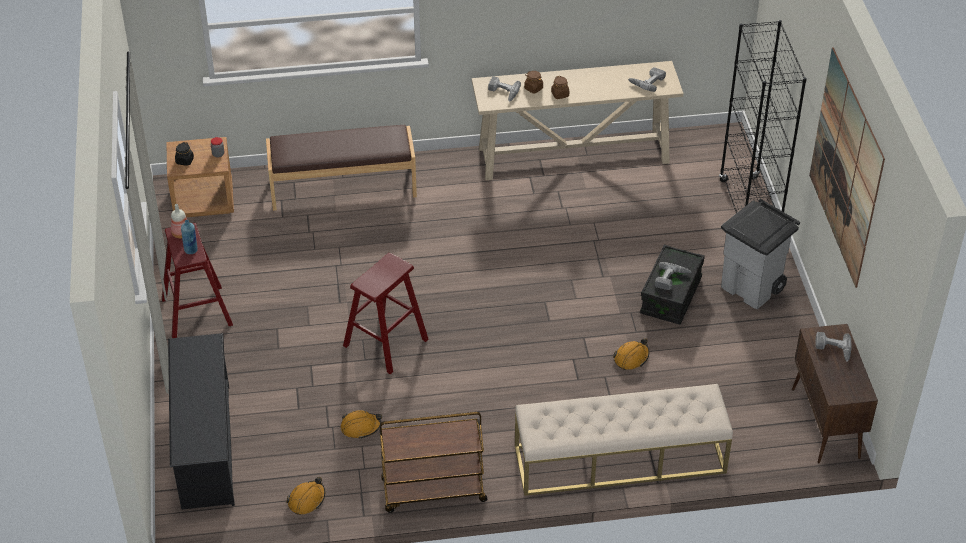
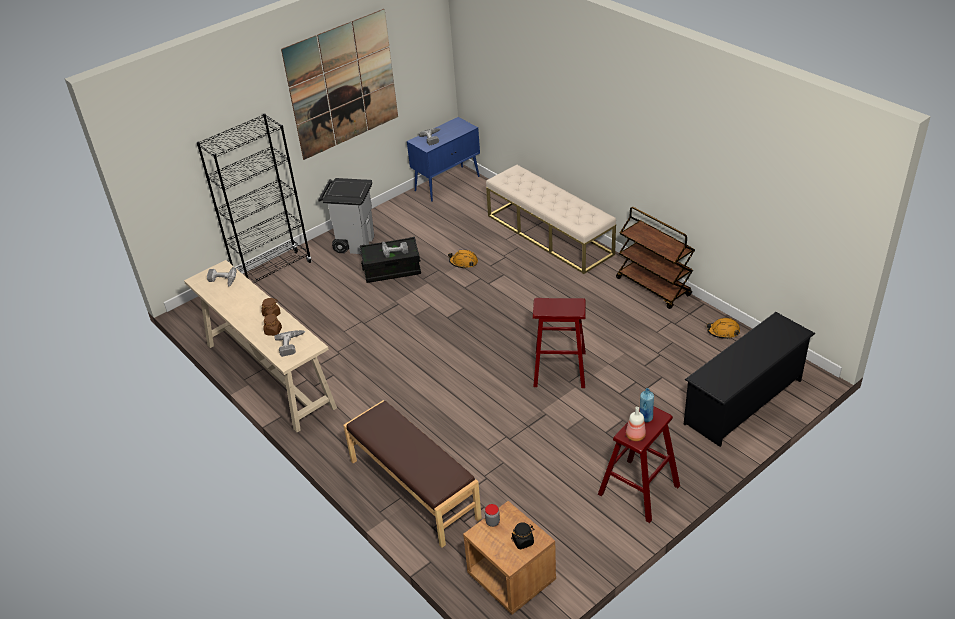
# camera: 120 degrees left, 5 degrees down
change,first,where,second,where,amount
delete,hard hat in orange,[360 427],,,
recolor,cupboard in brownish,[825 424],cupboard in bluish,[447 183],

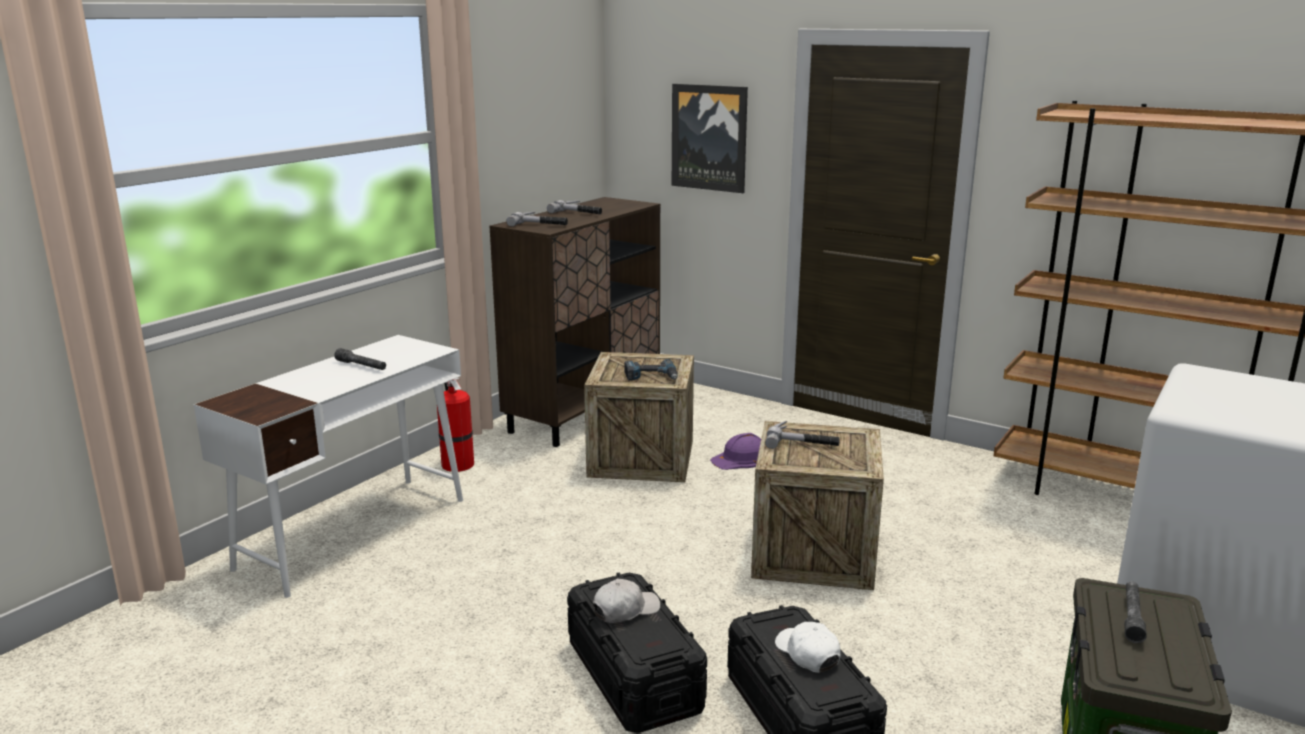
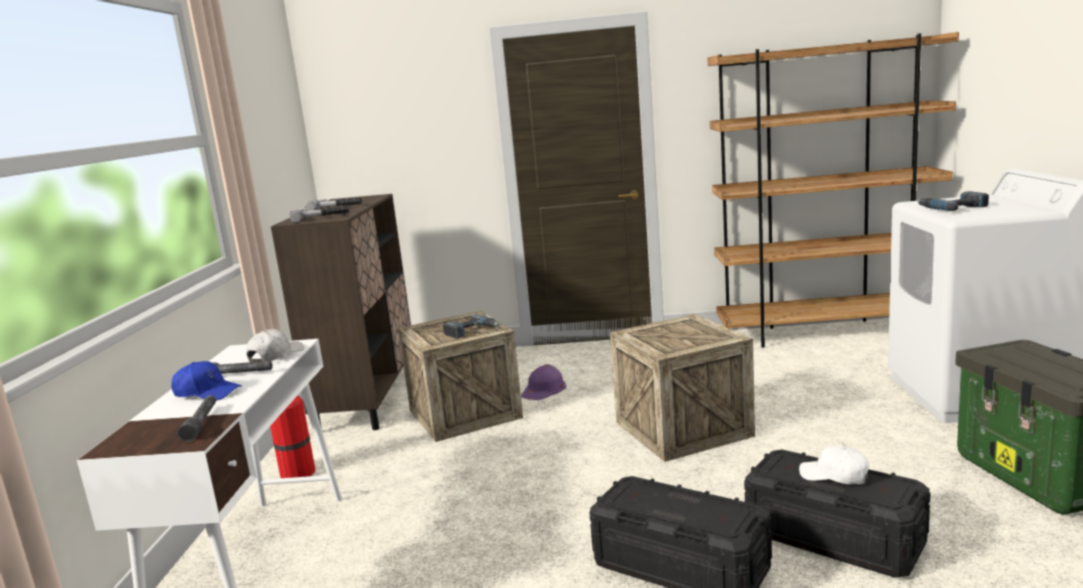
# camera: 30 degrees left, 5 degrees down
change,first,where,second,where,amount
move,peaked cap in white-coloured,[625 610],,[275 355],
delete,wall picture,[709 137],,,
delete,hand hammer,[803 441],,,
move,flashlight in greyish,[1132 617],,[201 423],
insert,,,peaked cap in bluish,[207 393],
insert,,,electric drill,[952 208],

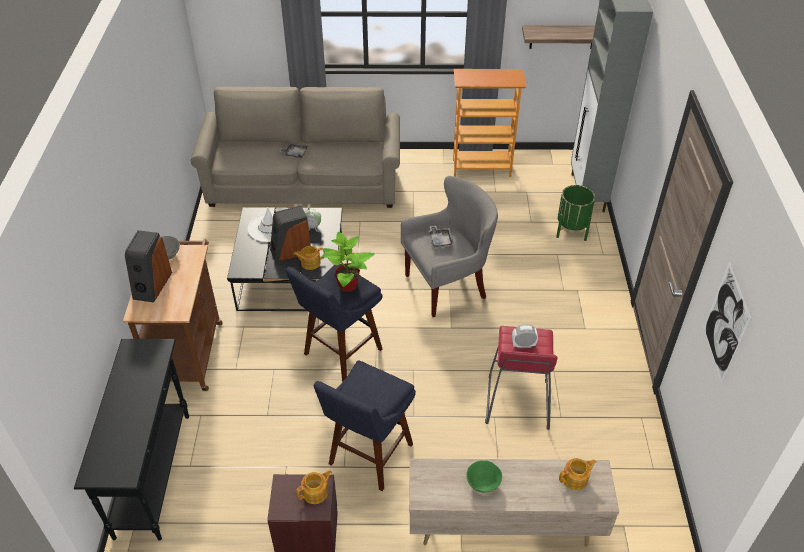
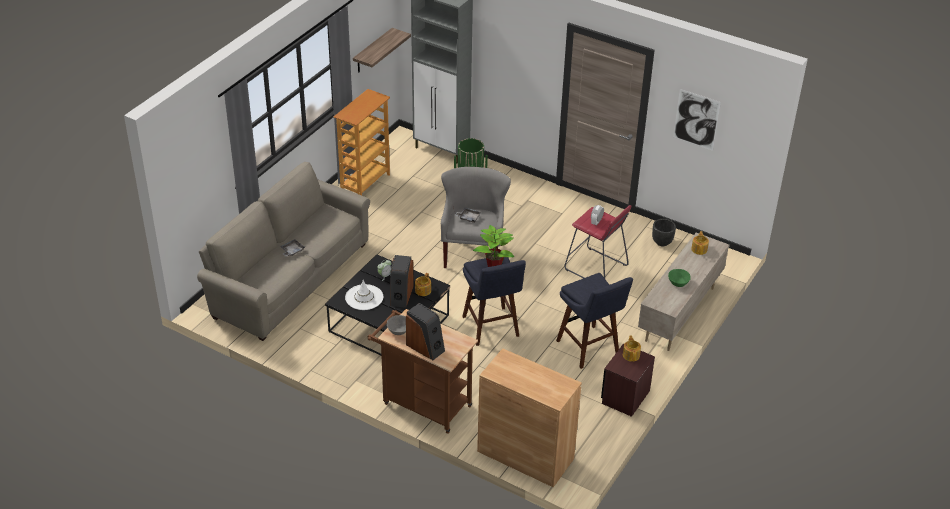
# camera: 60 degrees left, 5 degrees down
change,first,where,second,where,amount
replace,narrow table in black,[153 473],cupboard in brownish,[525 455],
insert,,,flower pot in black,[662 242],

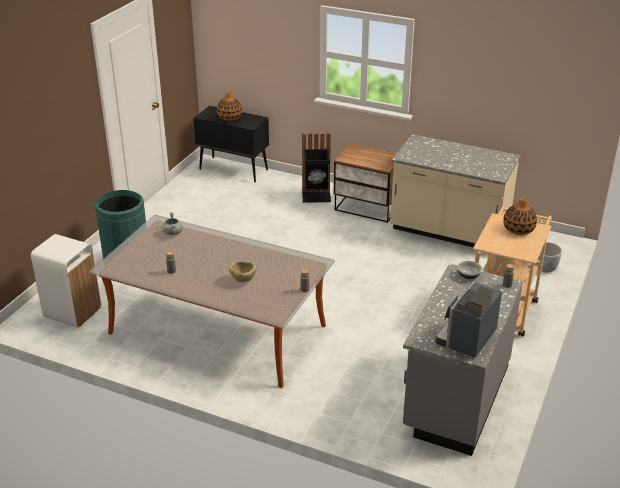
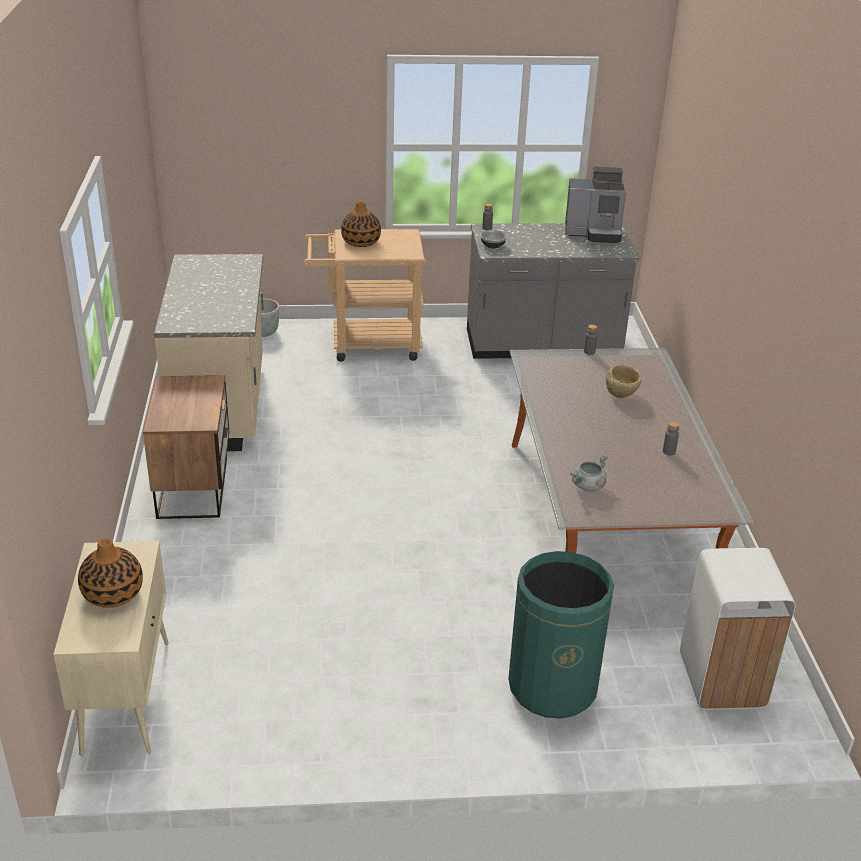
# camera: 120 degrees left, 0 degrees up
change,first,where,second,where,amount
recolor,cupboard in black,[234 170],cupboard in beige,[126 695],
delete,waste bin in black,[316 197],,,

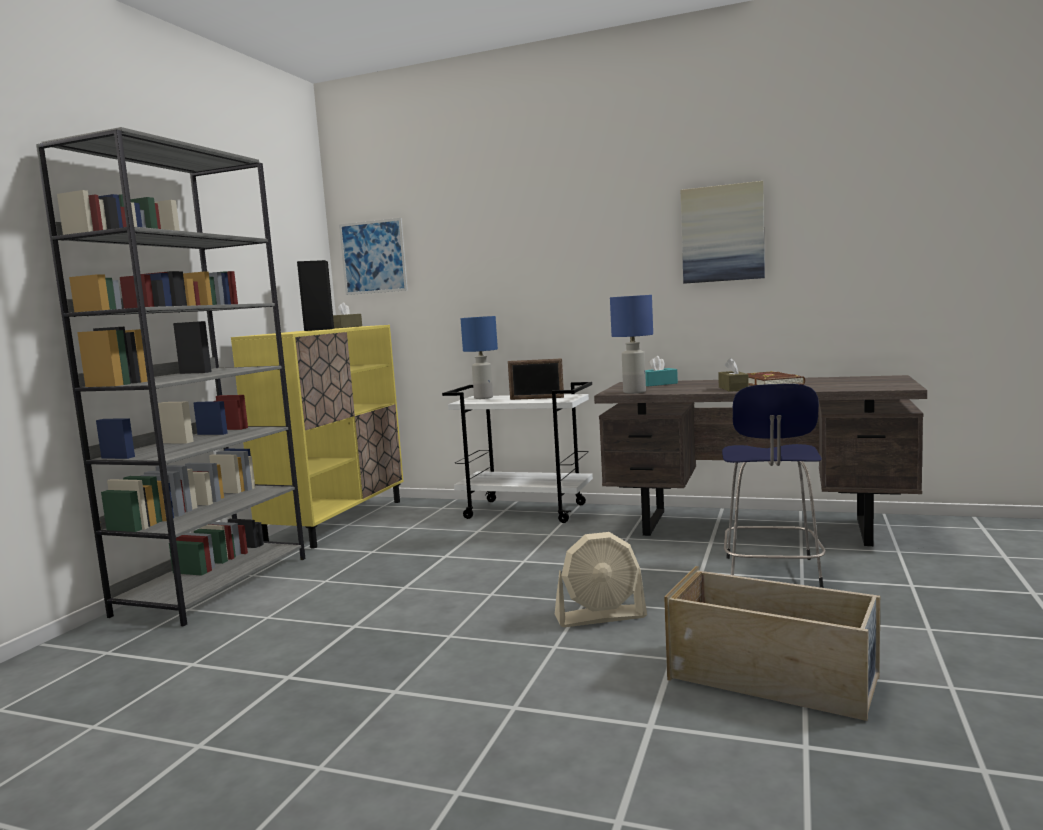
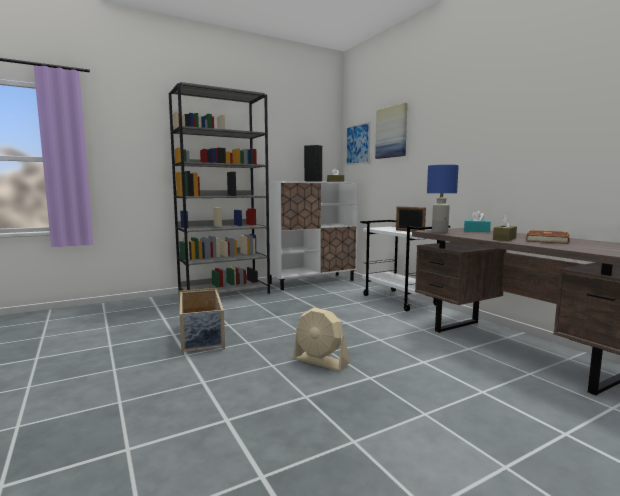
# camera: 40 degrees right, 0 degrees up
change,first,where,second,where,amount
recolor,cupboard in yellow,[337 521],cupboard in white-coloured,[312 282],
delete,tabletop lamp in bluish,[483 398],,,
move,storage container in beige,[774 678],,[202 336],
move,wall picture,[722 233],,[391 132],
delete,stool seat in bluish,[772 574],,,

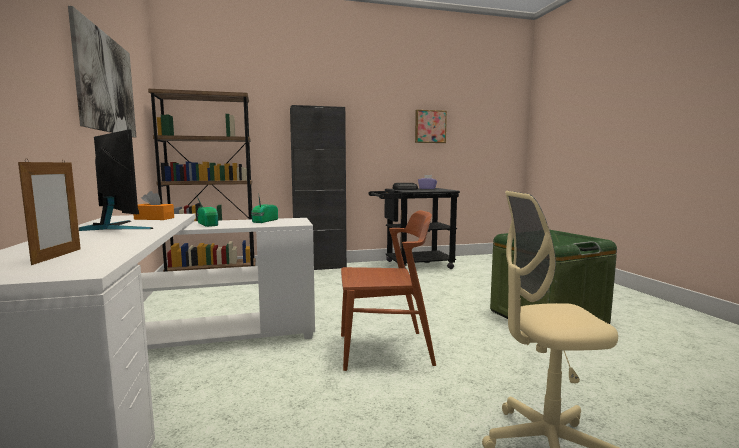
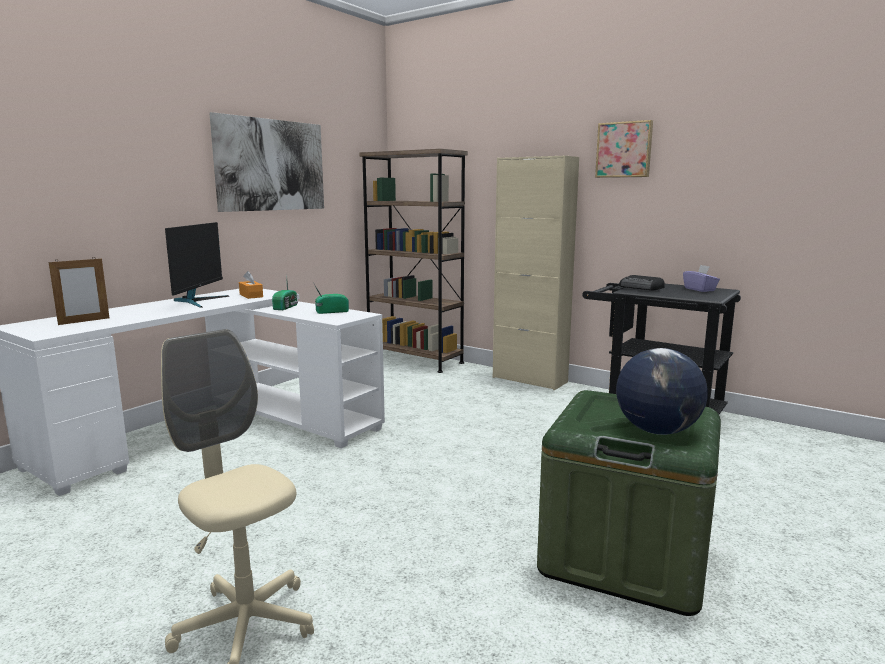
# camera: 50 degrees right, 5 degrees up
change,first,where,second,where,amount
recolor,cupboard in black,[320 267],cupboard in beige,[529 379],
delete,plain chair in brownish,[385 349],,,
move,wall picture,[430 126],,[624 150],
insert,,,world globe,[656 431],

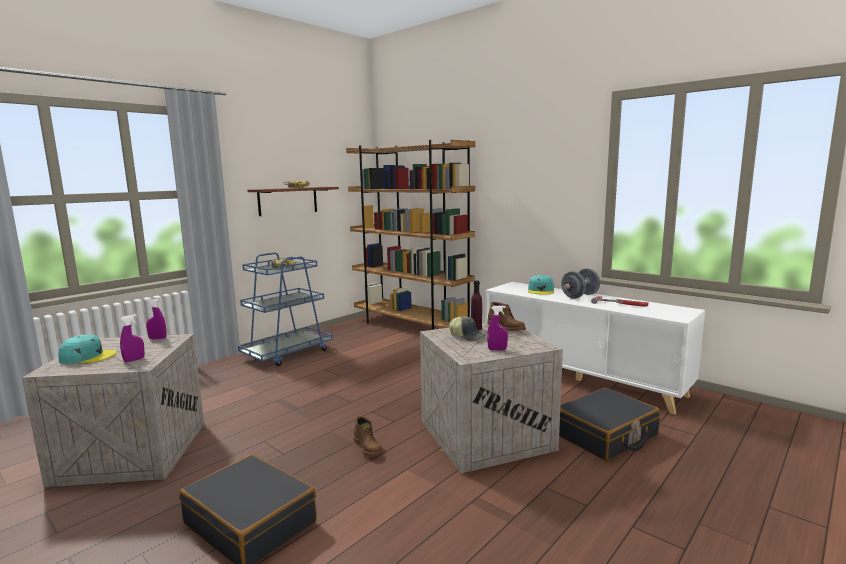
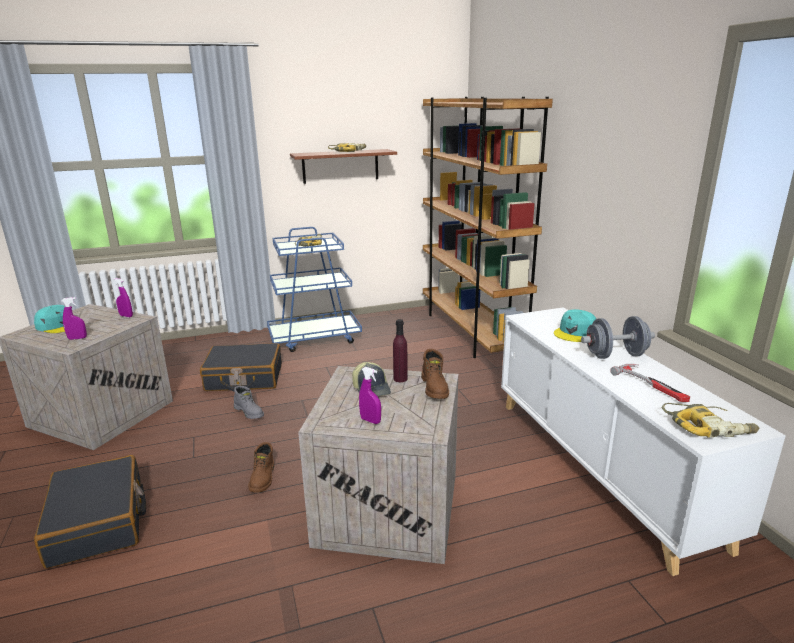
# camera: 30 degrees right, 10 degrees up
change,first,where,second,where,amount
move,suitcase in black,[605 435],,[244 378],
insert,,,tall boot in greyish,[249 412],
insert,,,electric drill,[708 426],

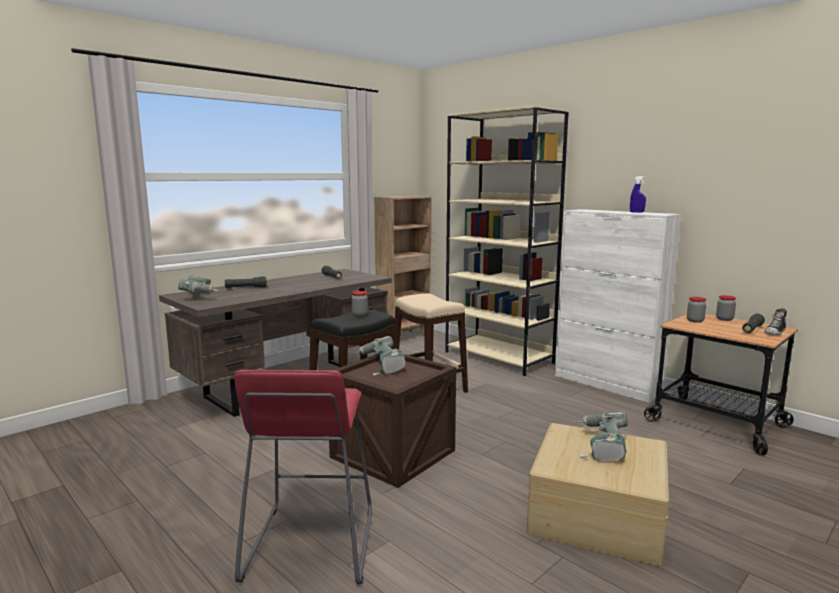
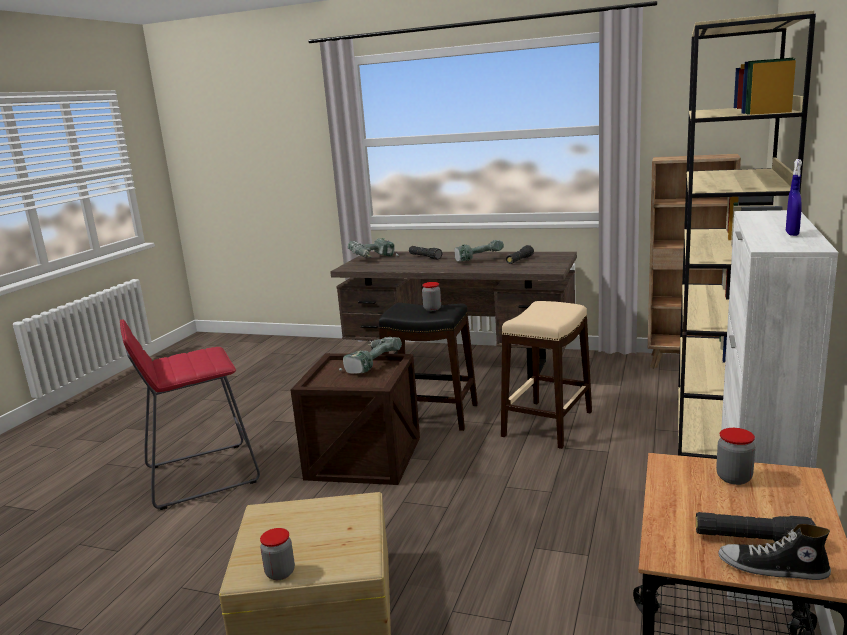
# camera: 65 degrees right, 5 degrees up
change,first,where,second,where,amount
move,electric drill,[600 447],,[478 260],
move,storage jar,[724 319],,[280 573],

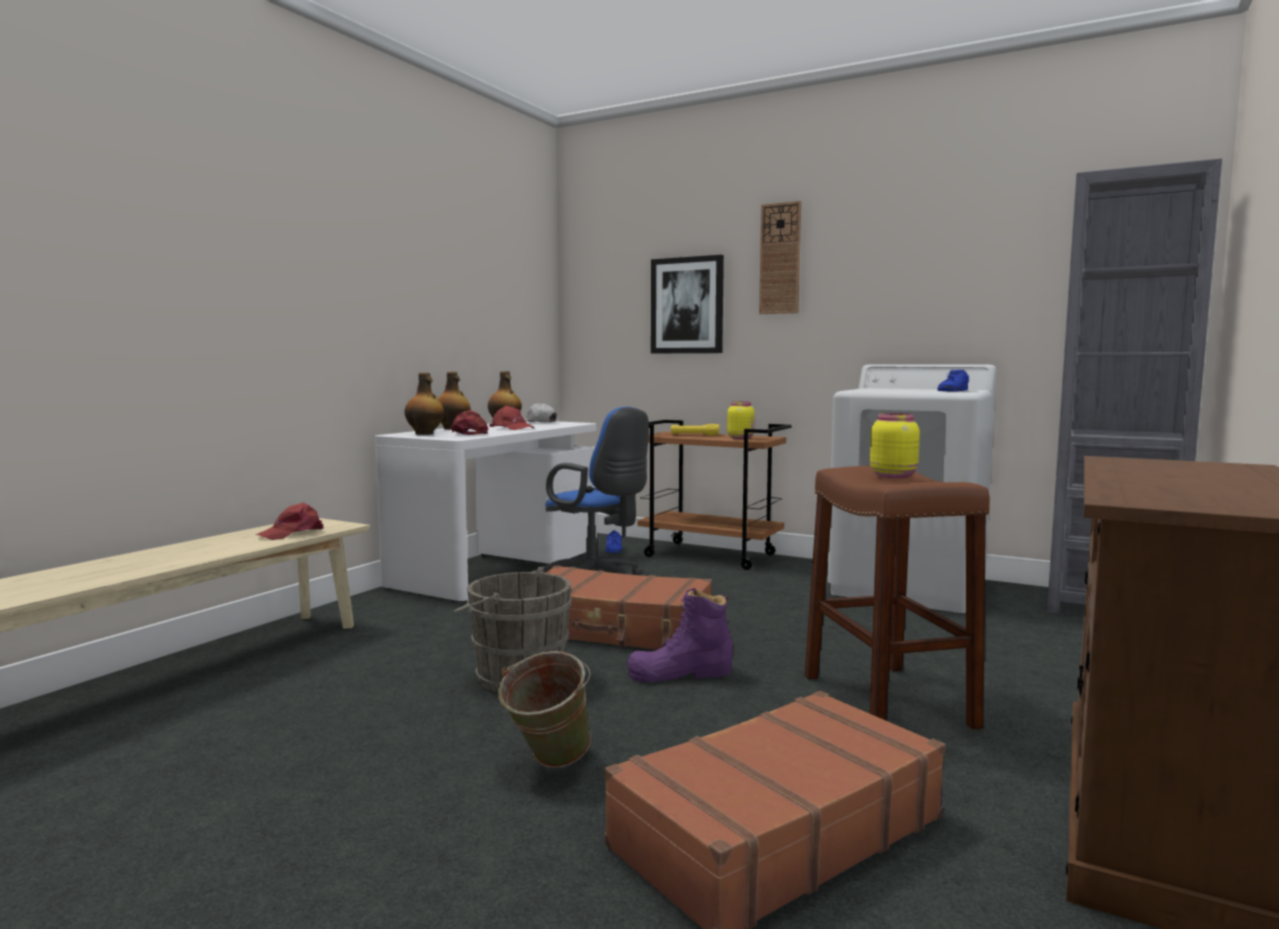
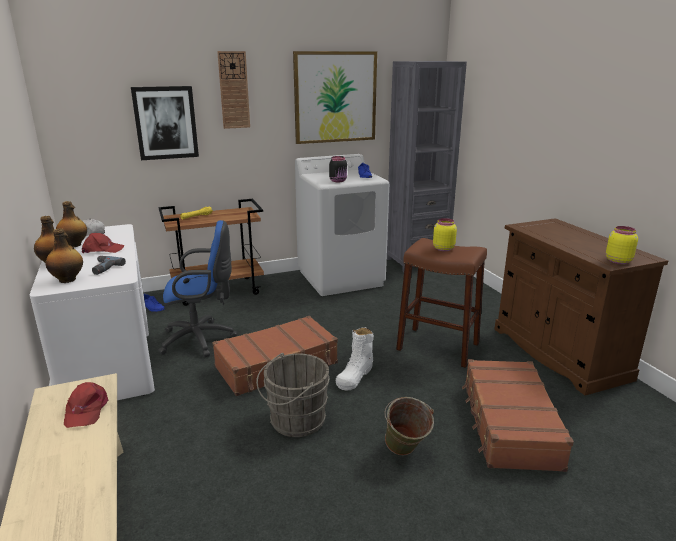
# camera: 50 degrees left, 15 degrees up
change,first,where,second,where,amount
replace,peaked cap in red,[469 433],electric drill,[102 268],
recolor,tall boot in purple,[680 674],tall boot in white-coloured,[355 375],
move,storage jar in yellow,[741 438],,[617 261],
insert,,,wall picture,[335 97],
insert,,,storage jar in black,[338 181],

